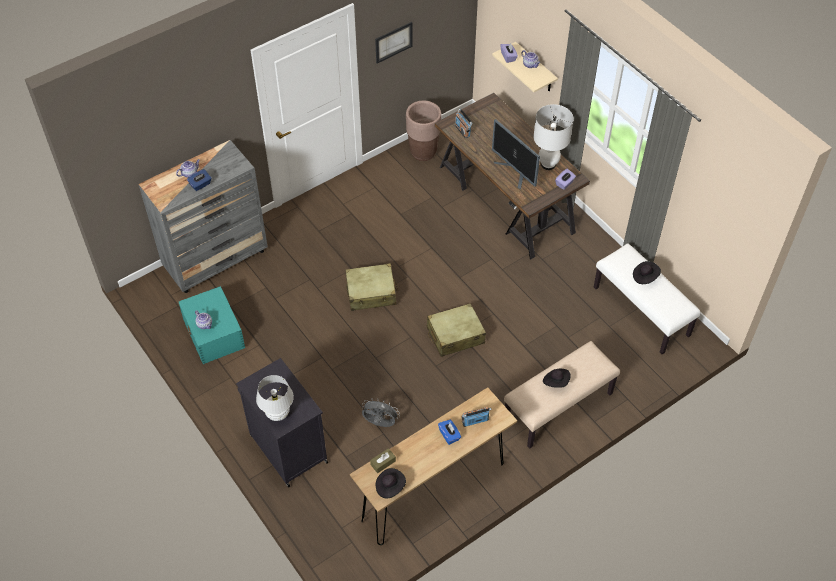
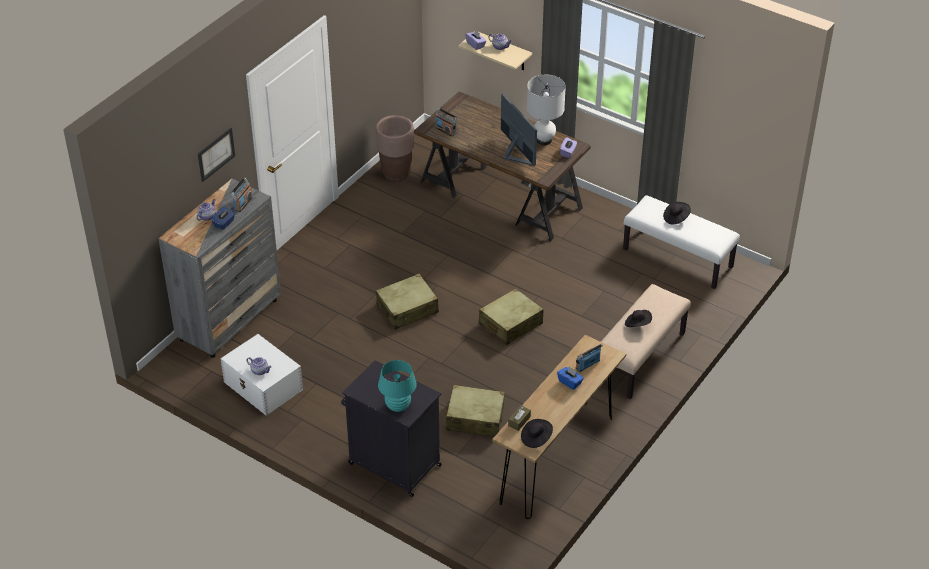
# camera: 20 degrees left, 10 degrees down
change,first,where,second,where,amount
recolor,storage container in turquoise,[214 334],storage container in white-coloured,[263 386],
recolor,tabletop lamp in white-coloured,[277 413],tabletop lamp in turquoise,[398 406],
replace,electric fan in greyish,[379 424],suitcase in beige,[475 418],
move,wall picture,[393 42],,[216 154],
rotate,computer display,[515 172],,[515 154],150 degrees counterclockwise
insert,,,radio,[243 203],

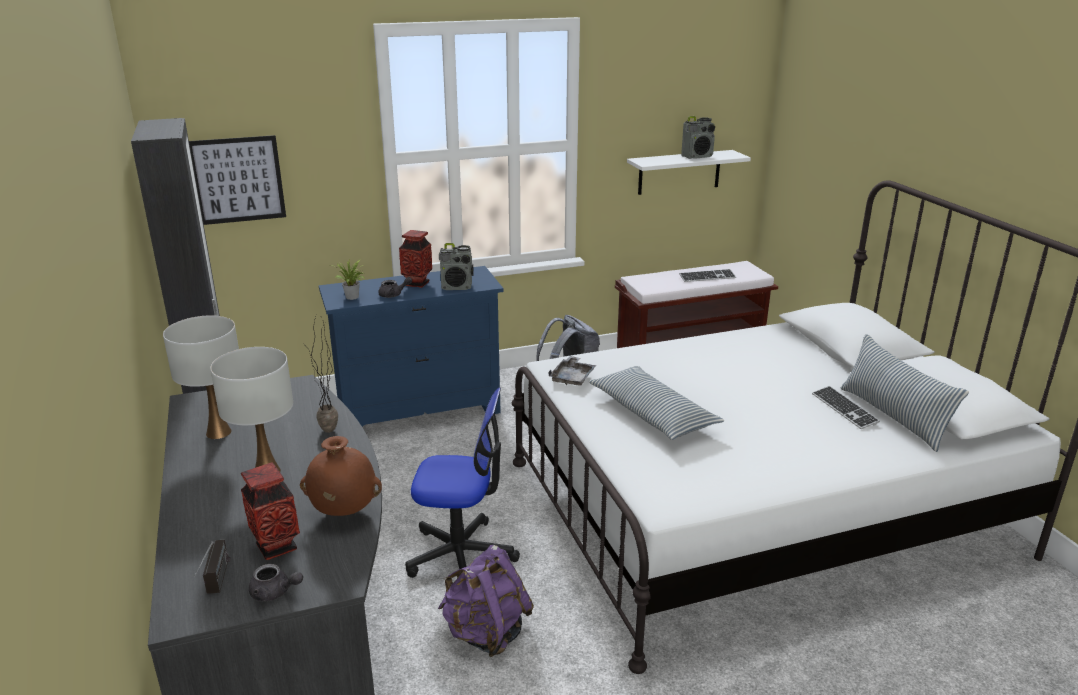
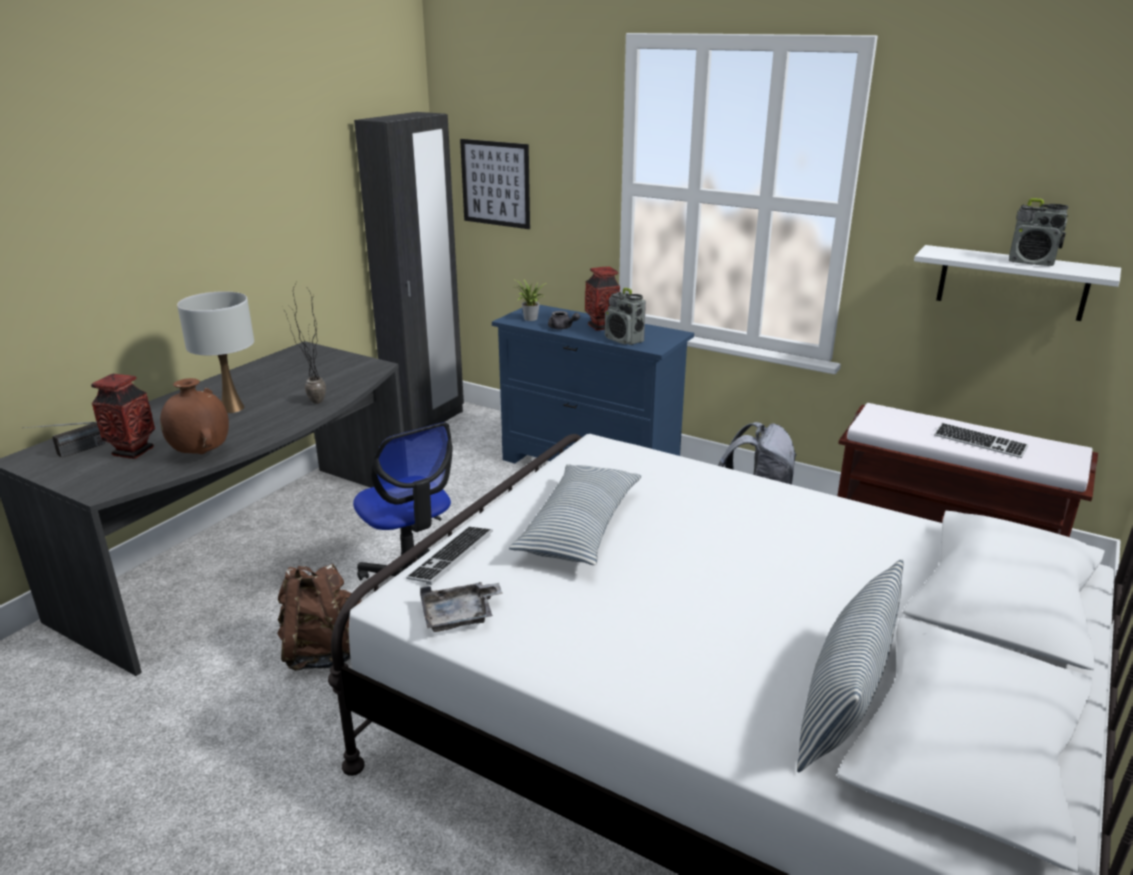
# camera: 50 degrees right, 0 degrees up
change,first,where,second,where,amount
delete,tabletop lamp in white-coloured,[219 432],,,
delete,tea pot in greyish,[275 593],,,
recolor,knapsack in purple,[486 633],knapsack in brownish,[324 652],
move,serving tray in greyish,[572 378],,[460 616],
move,PC keyboard,[844 409],,[451 556],

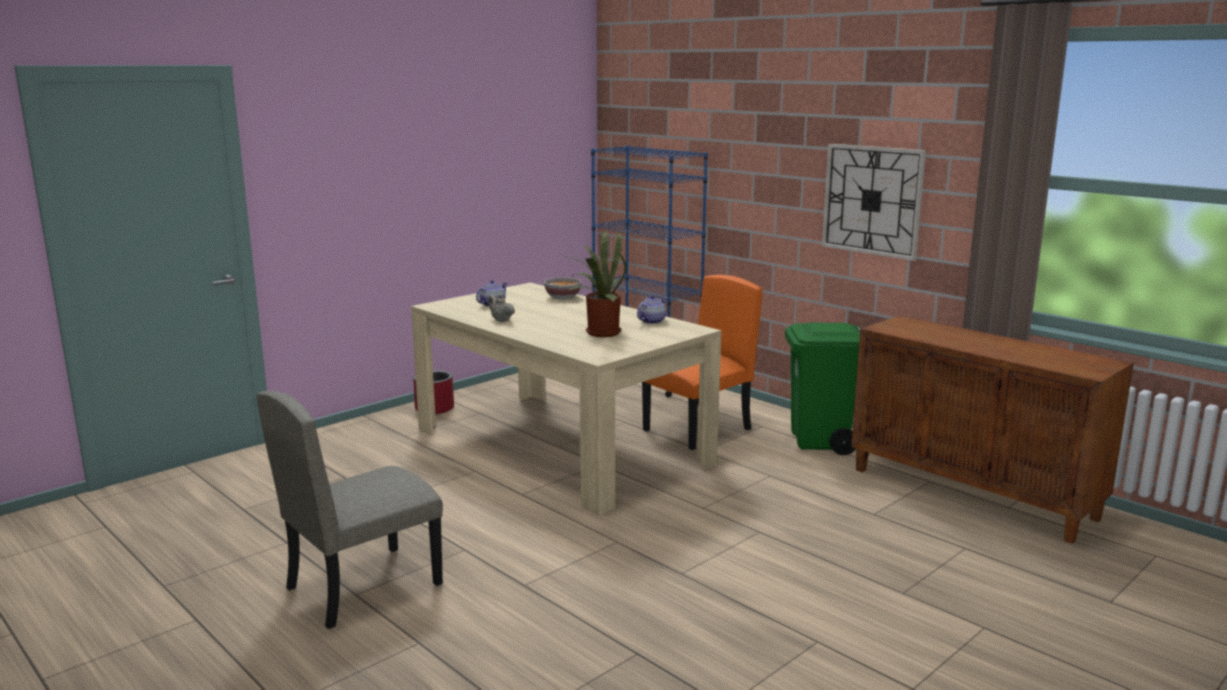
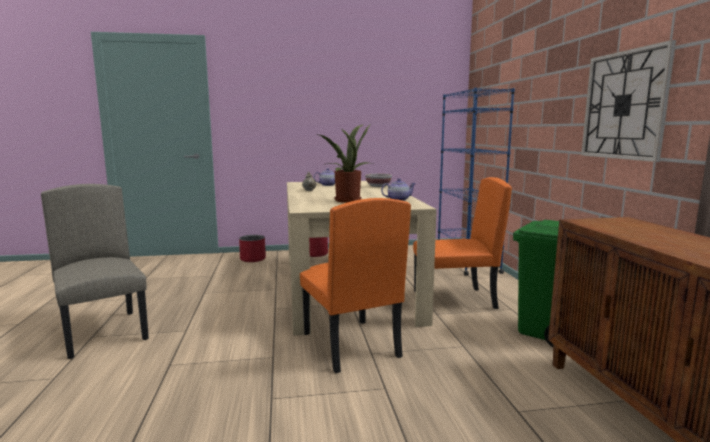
# camera: 35 degrees right, 5 degrees down
change,first,where,second,where,amount
rotate,plain chair in beige,[363 585],,[105 333],60 degrees clockwise
insert,,,flower pot in red,[253 259],
insert,,,plain chair in orange,[349 345],

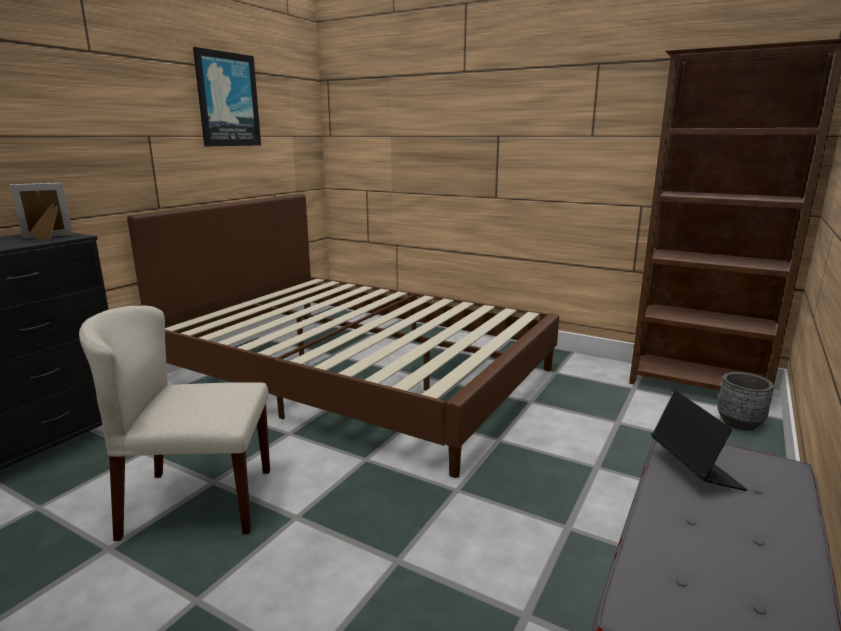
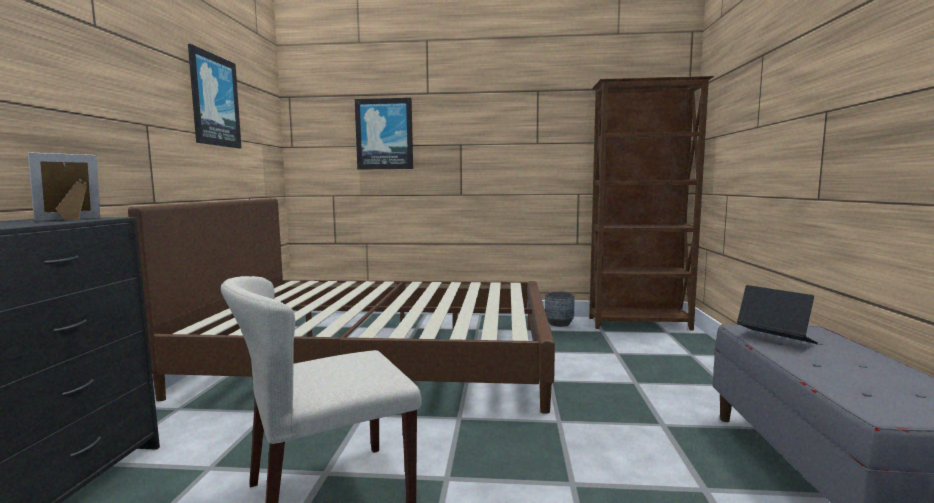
# camera: 25 degrees left, 10 degrees down
change,first,where,second,where,amount
move,flower pot in greyish,[739 423],,[559 323],
insert,,,wall picture,[384 134],

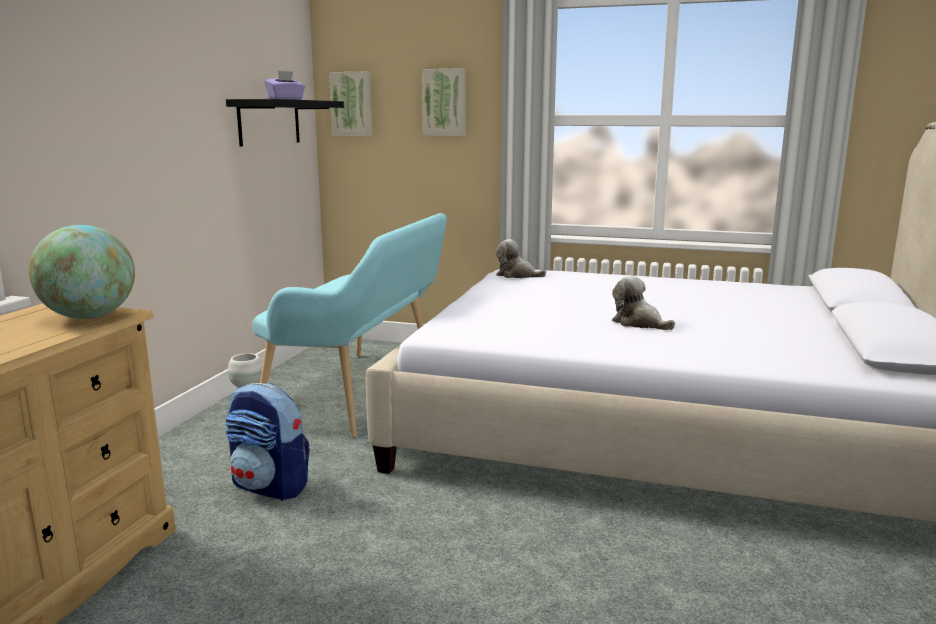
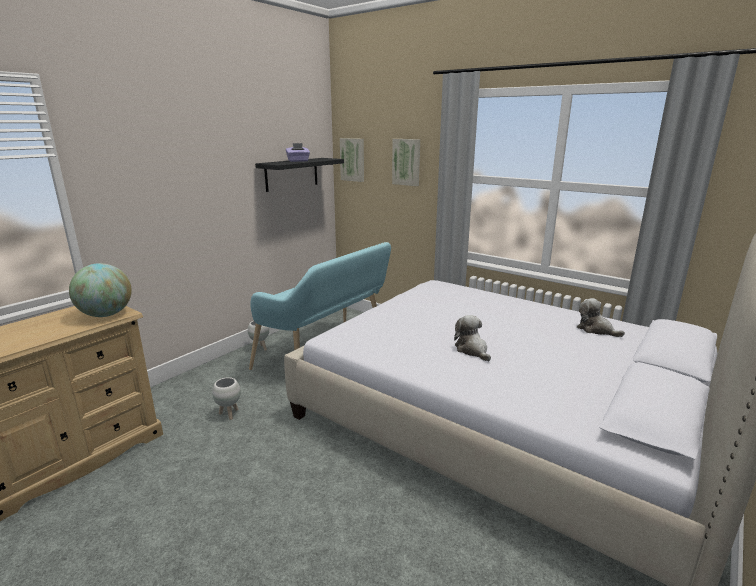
# camera: 20 degrees right, 5 degrees up
change,first,where,second,where,amount
replace,knapsack,[270 486],flower pot in white-coloured,[229 414],
move,plush toy,[517 275],,[596 330],

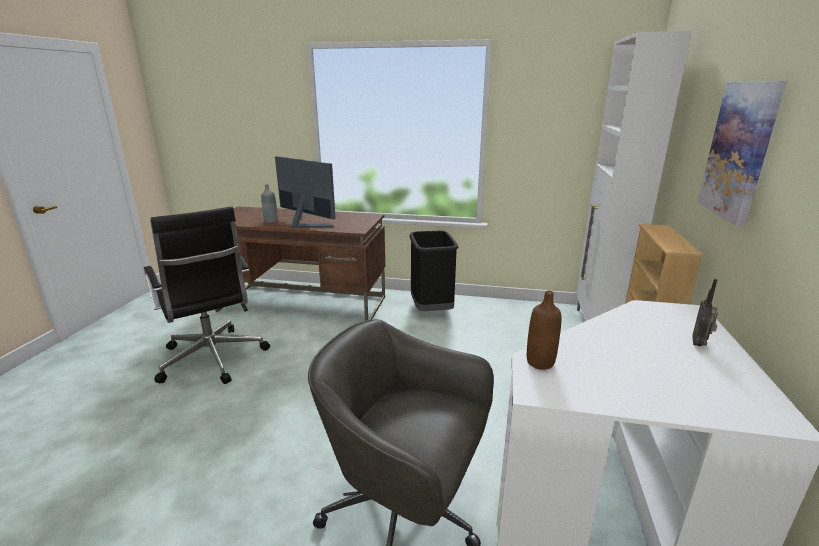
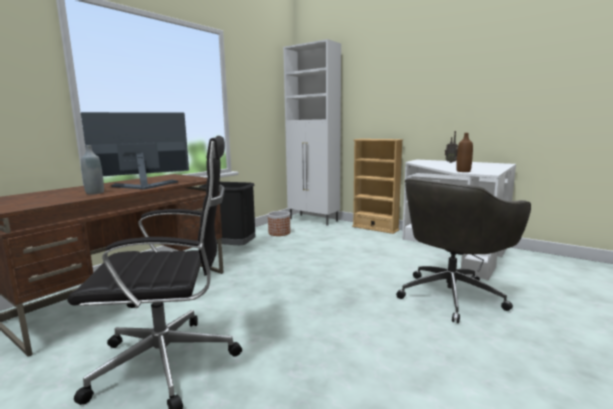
# camera: 65 degrees left, 10 degrees down
change,first,where,second,where,amount
delete,wall picture,[739 151],,,
insert,,,flower pot,[279 233],

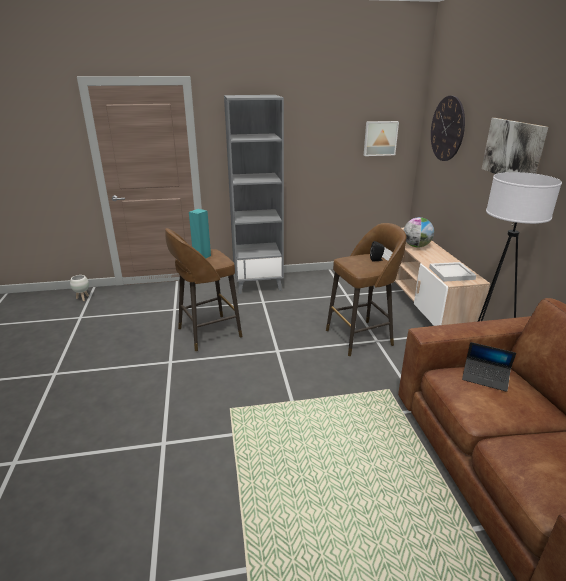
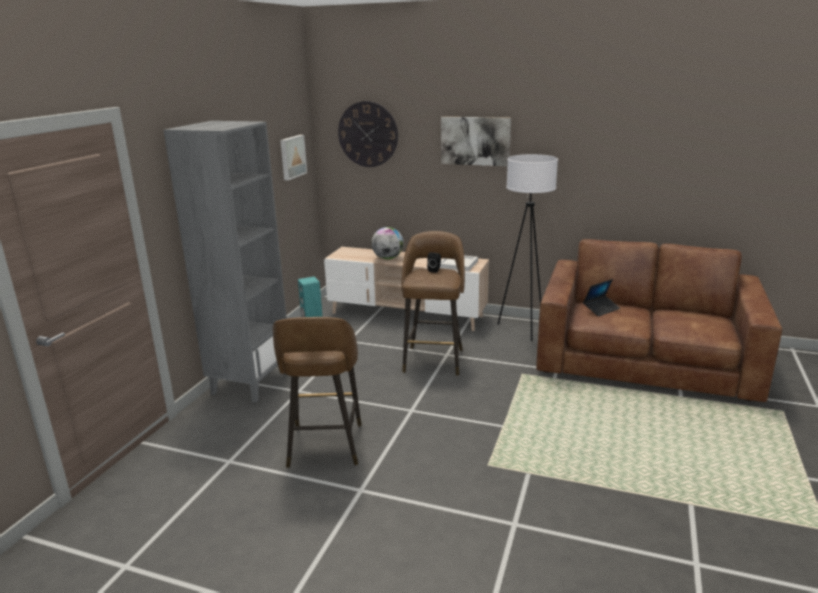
# camera: 60 degrees left, 5 degrees down
change,first,where,second,where,amount
delete,flower pot in white-coloured,[83 298],,,

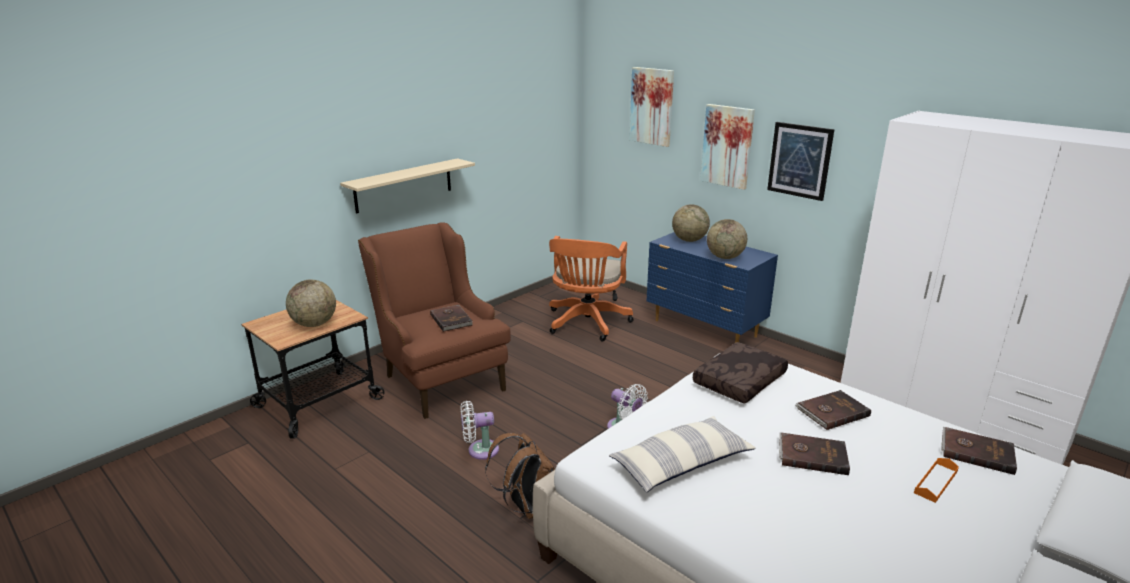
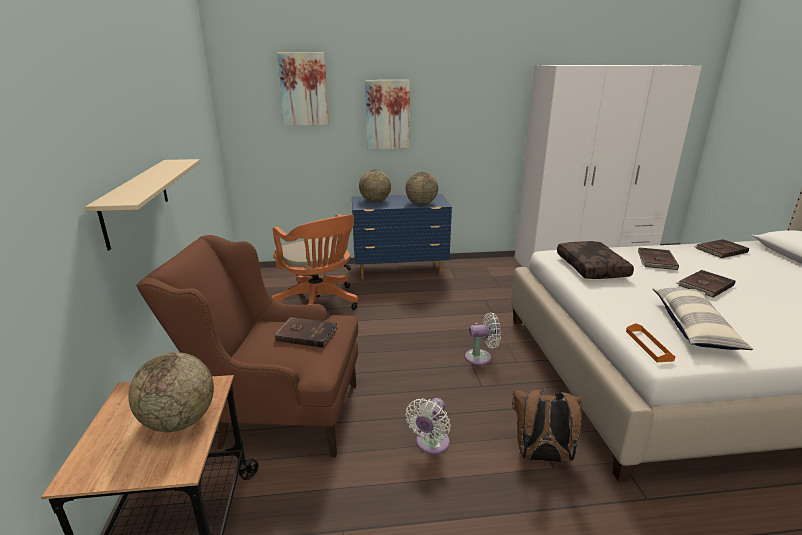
# camera: 50 degrees left, 0 degrees up
change,first,where,second,where,amount
delete,wall picture,[800 160],,,
move,serving tray in orange,[936 482],,[648 345],

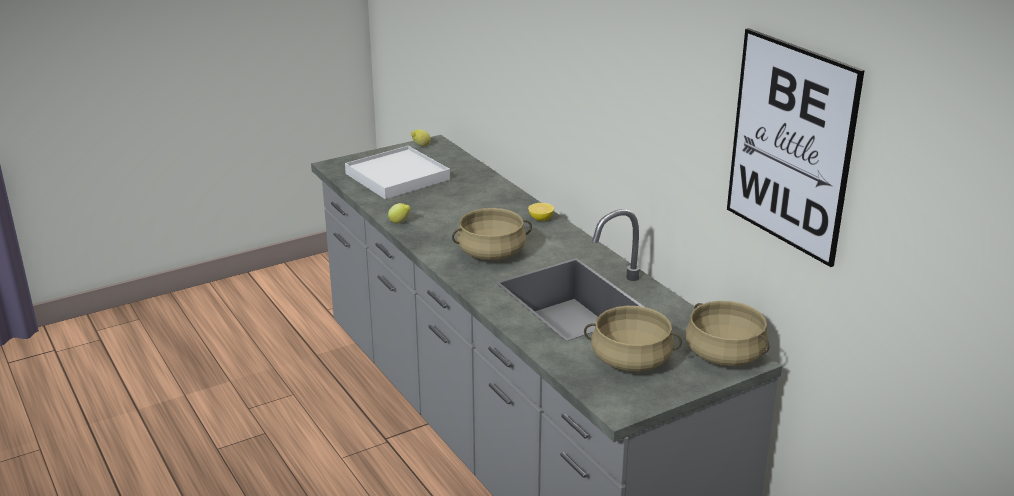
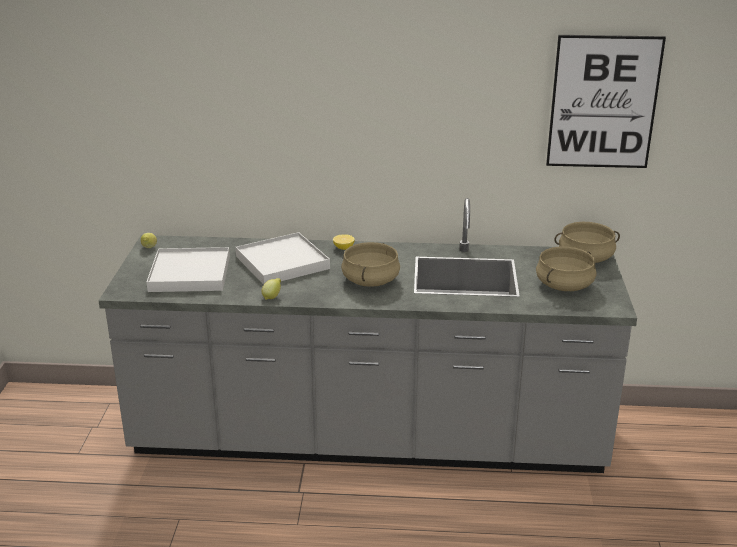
# camera: 55 degrees left, 0 degrees up
change,first,where,second,where,amount
insert,,,serving tray in white-coloured,[282 262],

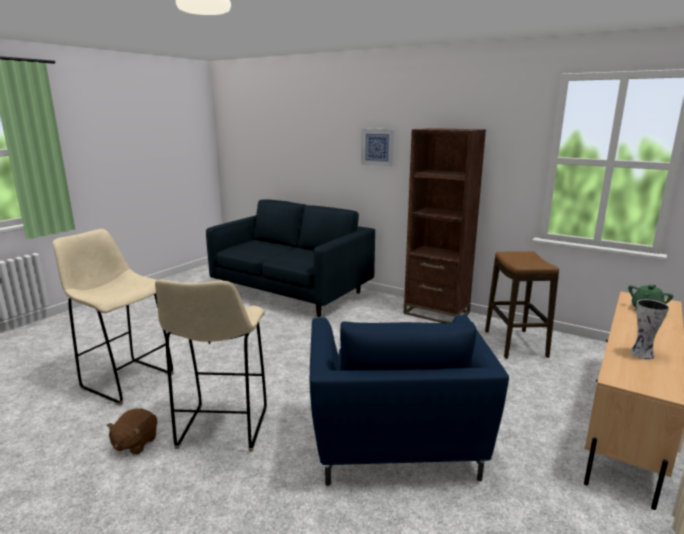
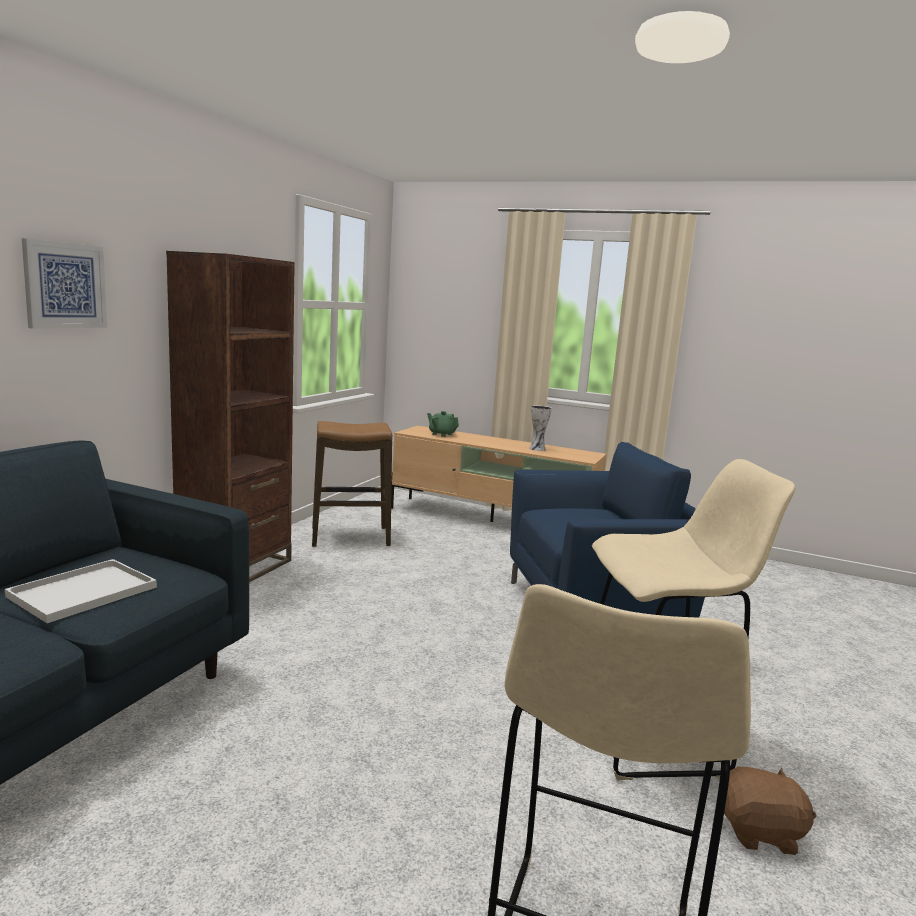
# camera: 100 degrees left, 5 degrees down
change,first,where,second,where,amount
insert,,,serving tray in white-coloured,[85 591],

